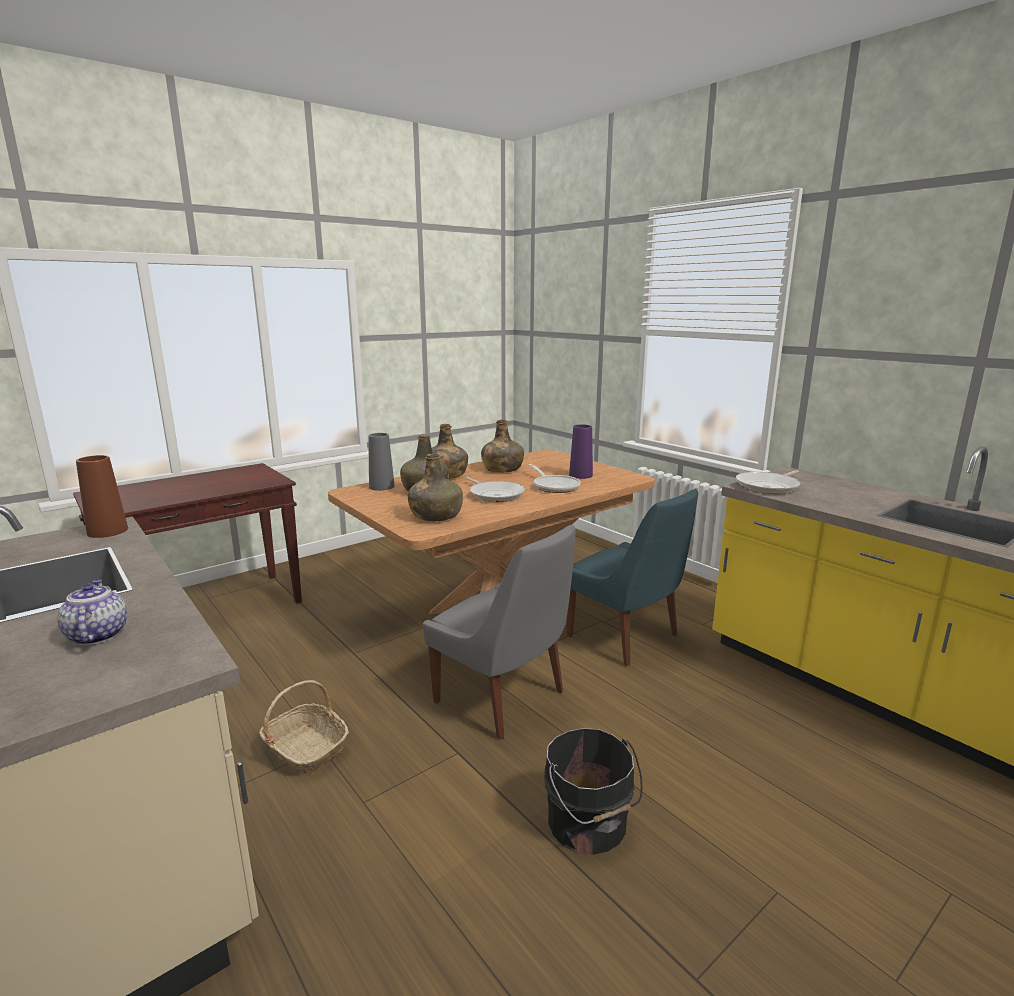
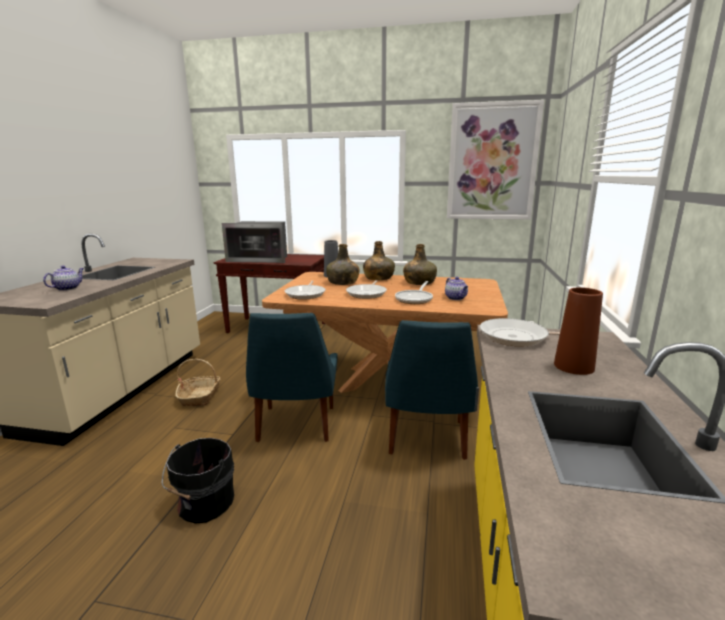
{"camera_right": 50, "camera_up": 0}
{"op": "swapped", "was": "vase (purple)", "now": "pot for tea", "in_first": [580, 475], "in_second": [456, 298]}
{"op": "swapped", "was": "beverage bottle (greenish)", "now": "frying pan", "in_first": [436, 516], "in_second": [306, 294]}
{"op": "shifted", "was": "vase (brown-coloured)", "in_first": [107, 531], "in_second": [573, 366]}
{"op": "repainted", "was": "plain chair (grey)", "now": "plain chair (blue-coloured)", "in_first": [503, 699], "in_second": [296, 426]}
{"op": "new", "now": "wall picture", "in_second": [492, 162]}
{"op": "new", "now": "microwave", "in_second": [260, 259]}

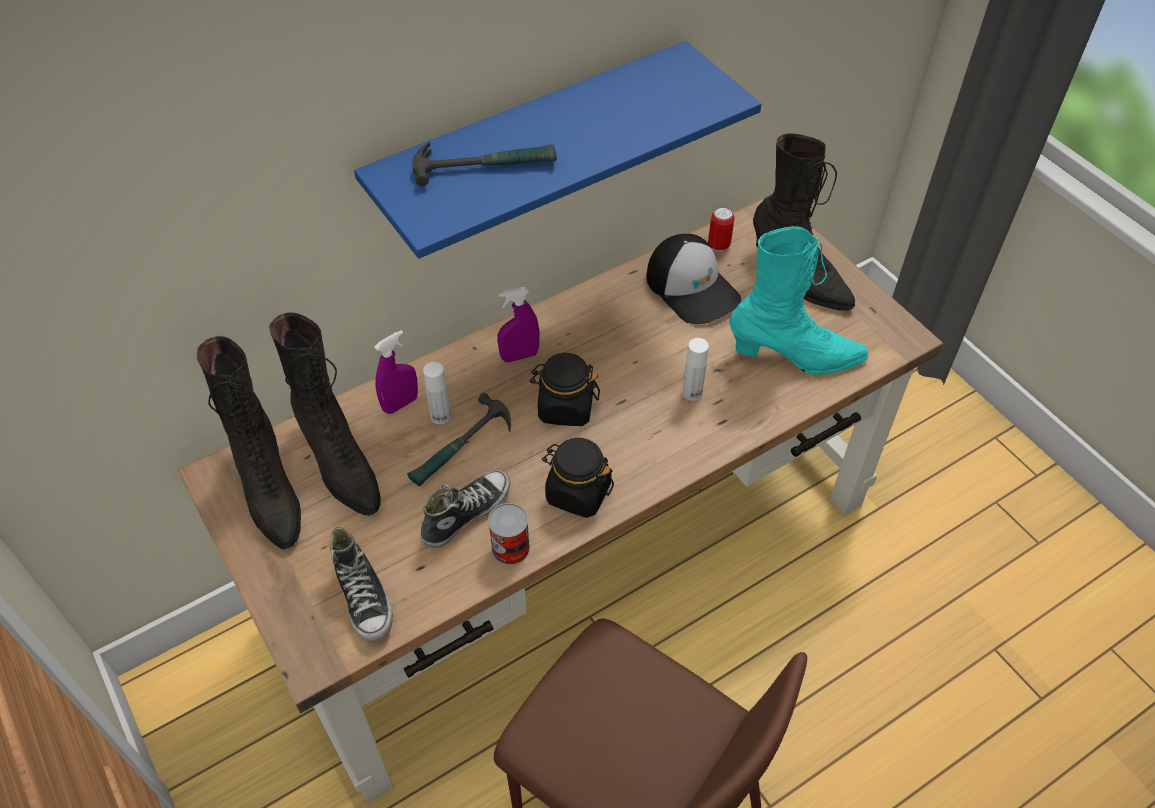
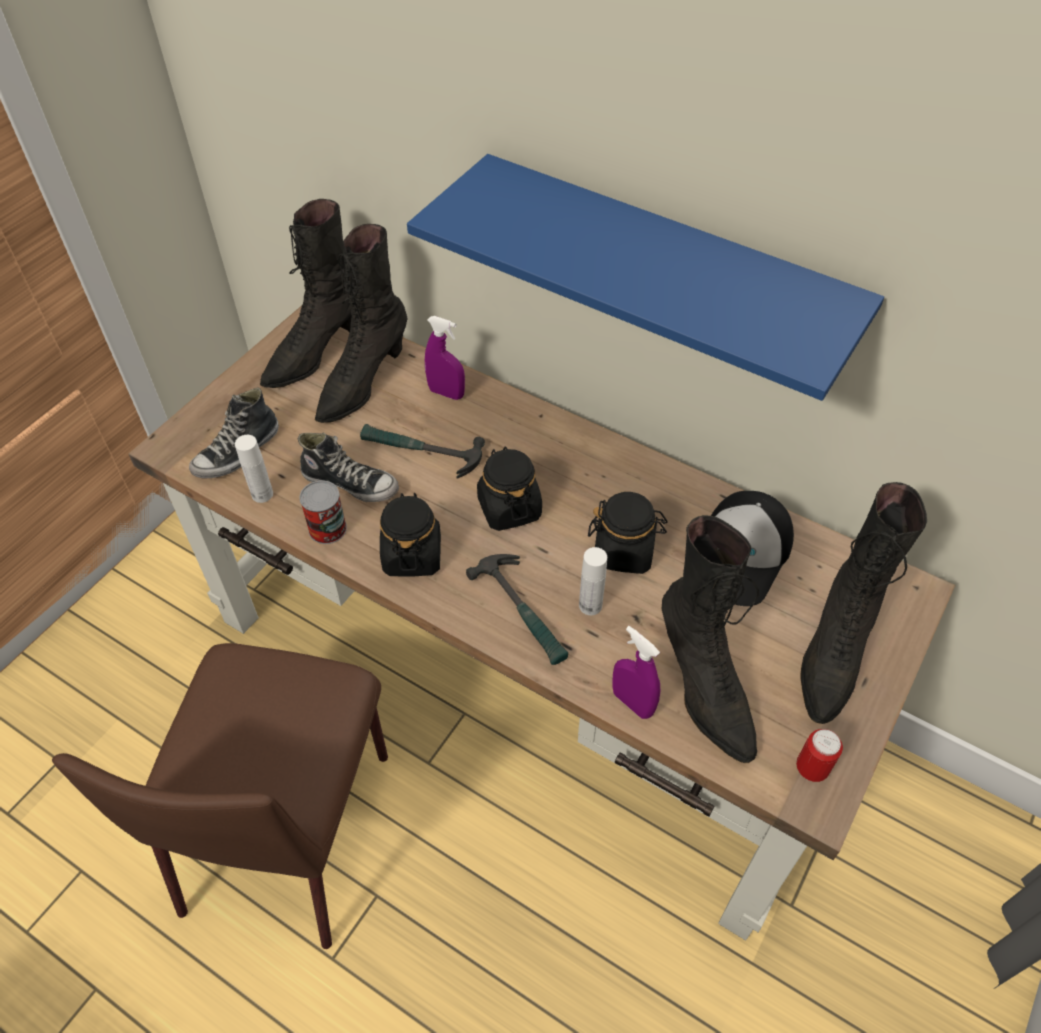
{"camera_right": 65, "camera_up": 0}
{"op": "shifted", "was": "tool hammer", "in_first": [484, 165], "in_second": [524, 611]}
{"op": "shifted", "was": "sealed can", "in_first": [718, 245], "in_second": [811, 769]}
{"op": "repainted", "was": "boot (turquoise)", "now": "boot (black-coloured)", "in_first": [795, 357], "in_second": [703, 687]}
{"op": "shifted", "was": "sprayer (purple)", "in_first": [519, 356], "in_second": [632, 703]}
{"op": "shifted", "was": "beverage bottle (white)", "in_first": [440, 416], "in_second": [262, 494]}
{"op": "new", "now": "jar (black-coloured)", "in_second": [624, 551]}

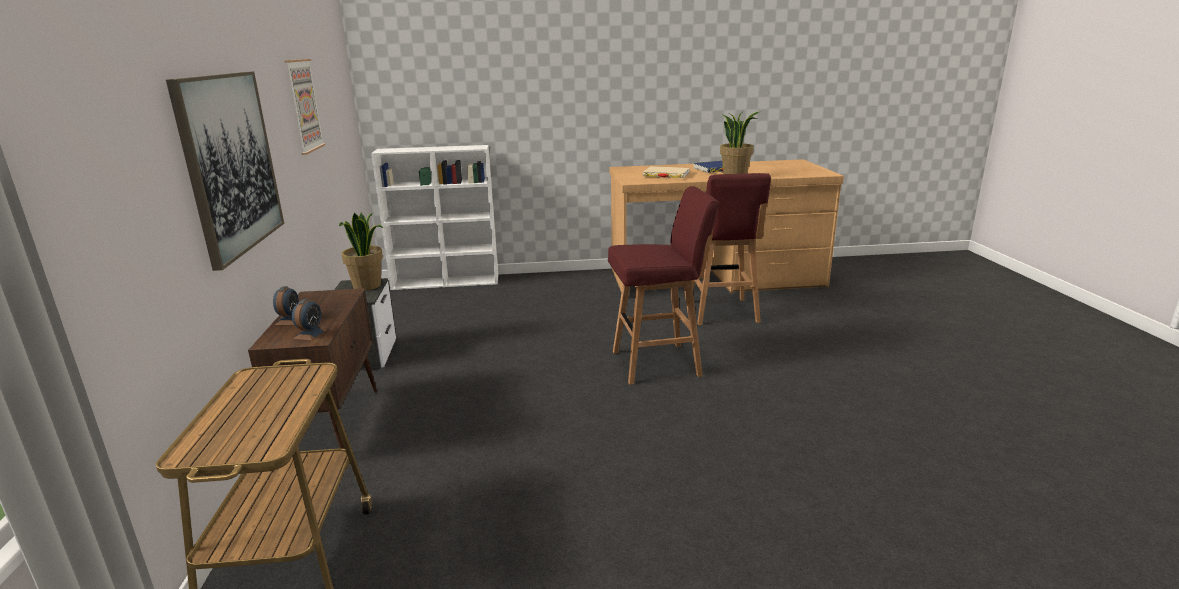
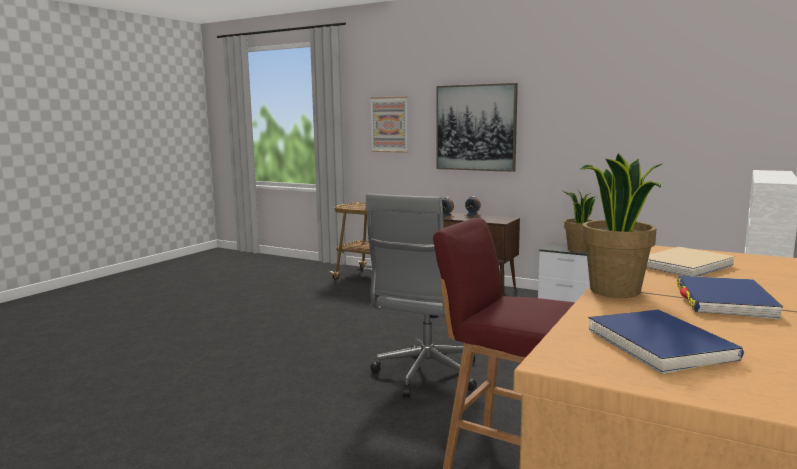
{"camera_right": 125, "camera_up": -10}
{"op": "shifted", "was": "wall picture", "in_first": [304, 105], "in_second": [389, 124]}
{"op": "swapped", "was": "stool (red-coloured)", "now": "desk chair (grey)", "in_first": [658, 363], "in_second": [424, 376]}
{"op": "new", "now": "book (blue-coloured)", "in_second": [659, 345]}

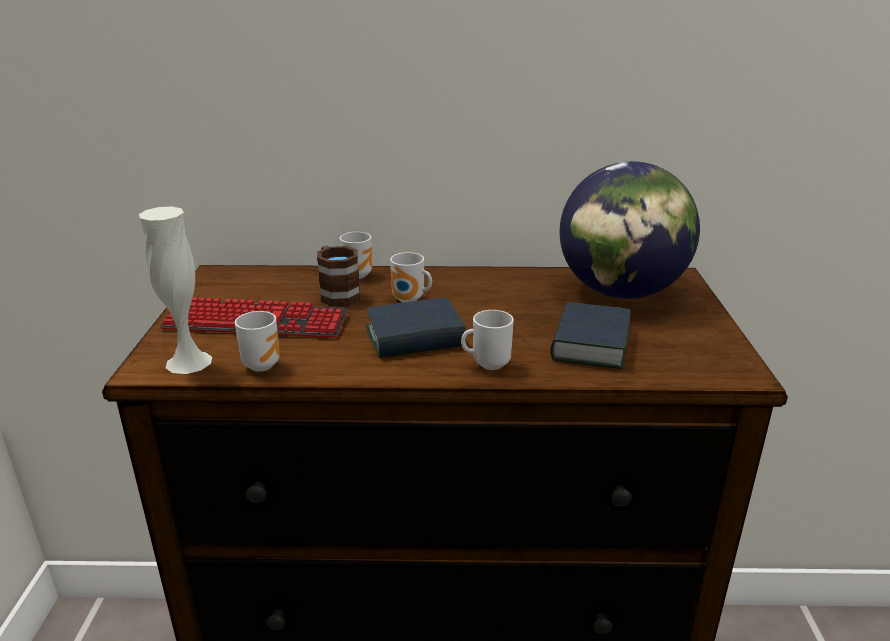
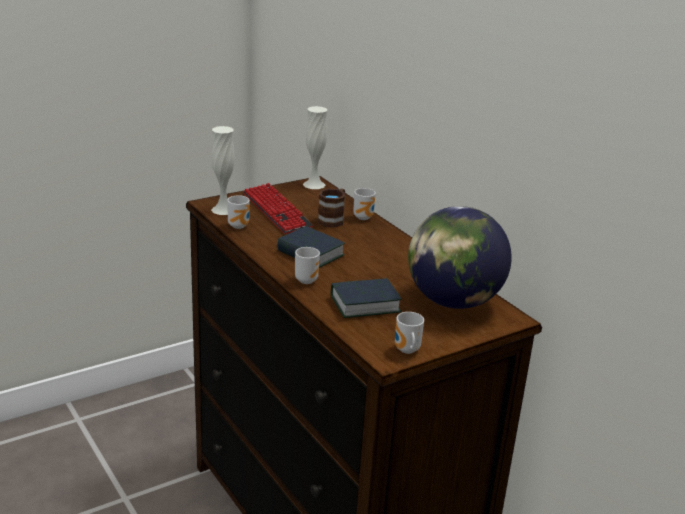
{"camera_right": 55, "camera_up": 0}
{"op": "shifted", "was": "coffee mug", "in_first": [409, 300], "in_second": [406, 351]}
{"op": "new", "now": "vase (white)", "in_second": [314, 184]}

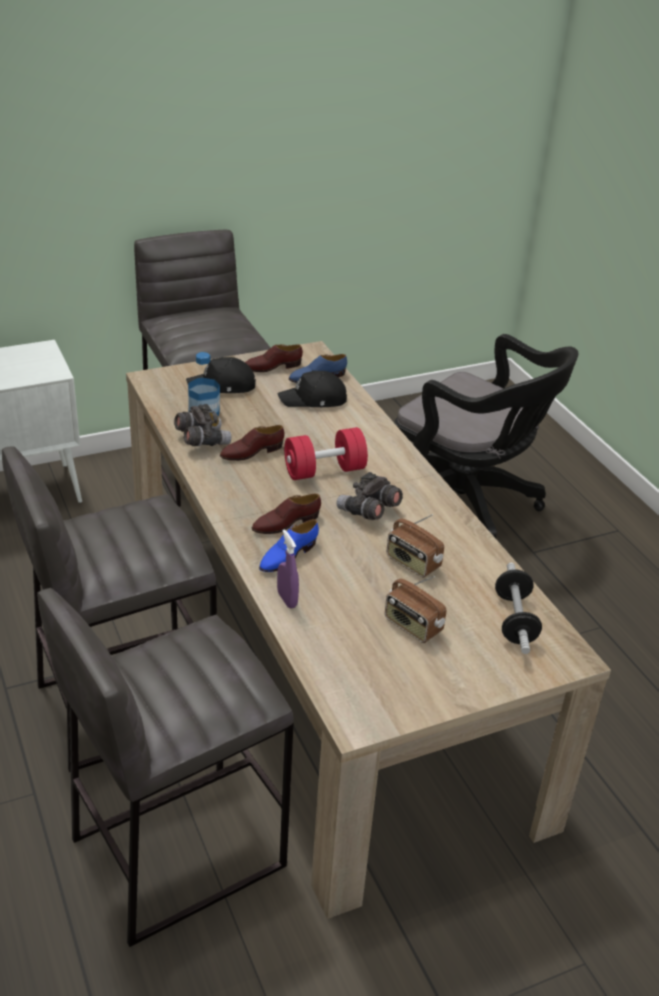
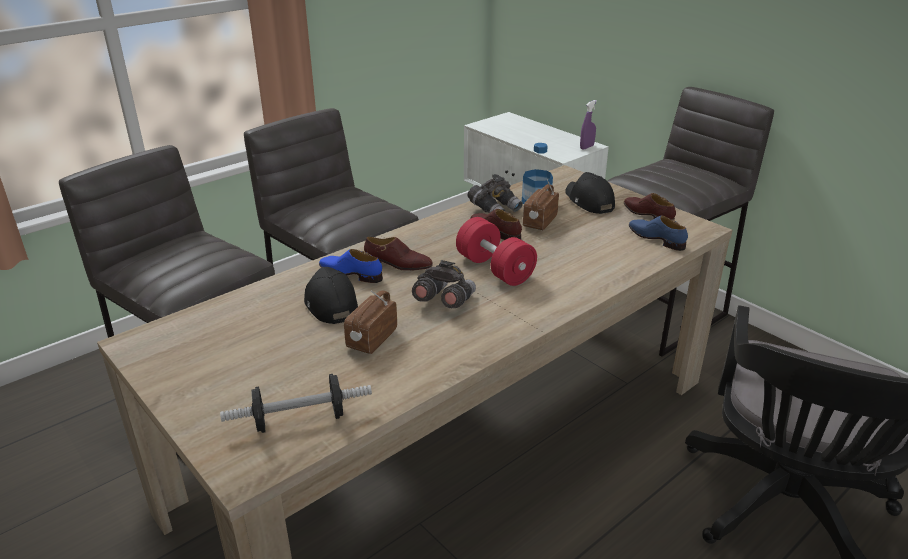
{"camera_right": 75, "camera_up": -5}
{"op": "shifted", "was": "cap (black-coloured)", "in_first": [314, 399], "in_second": [329, 303]}
{"op": "rotated", "was": "shoe (brown-coloured)", "in_first": [285, 523], "in_second": [398, 265], "clockwise": 150}
{"op": "shifted", "was": "sprayer (purple)", "in_first": [287, 599], "in_second": [586, 147]}
{"op": "shifted", "was": "radio set", "in_first": [412, 626], "in_second": [539, 222]}

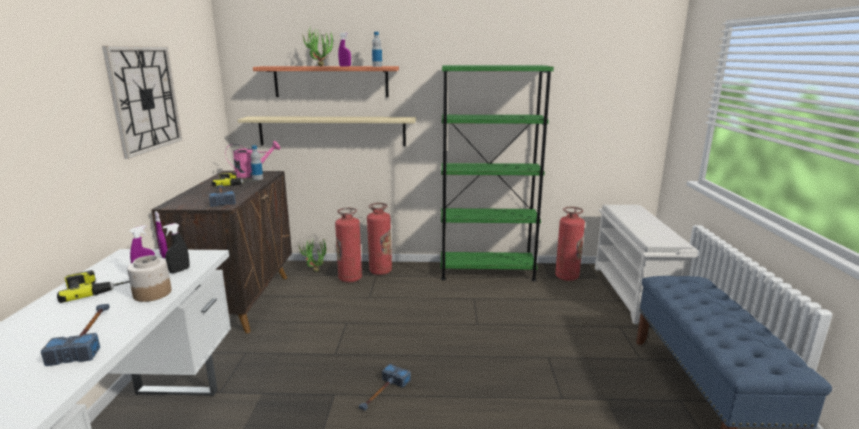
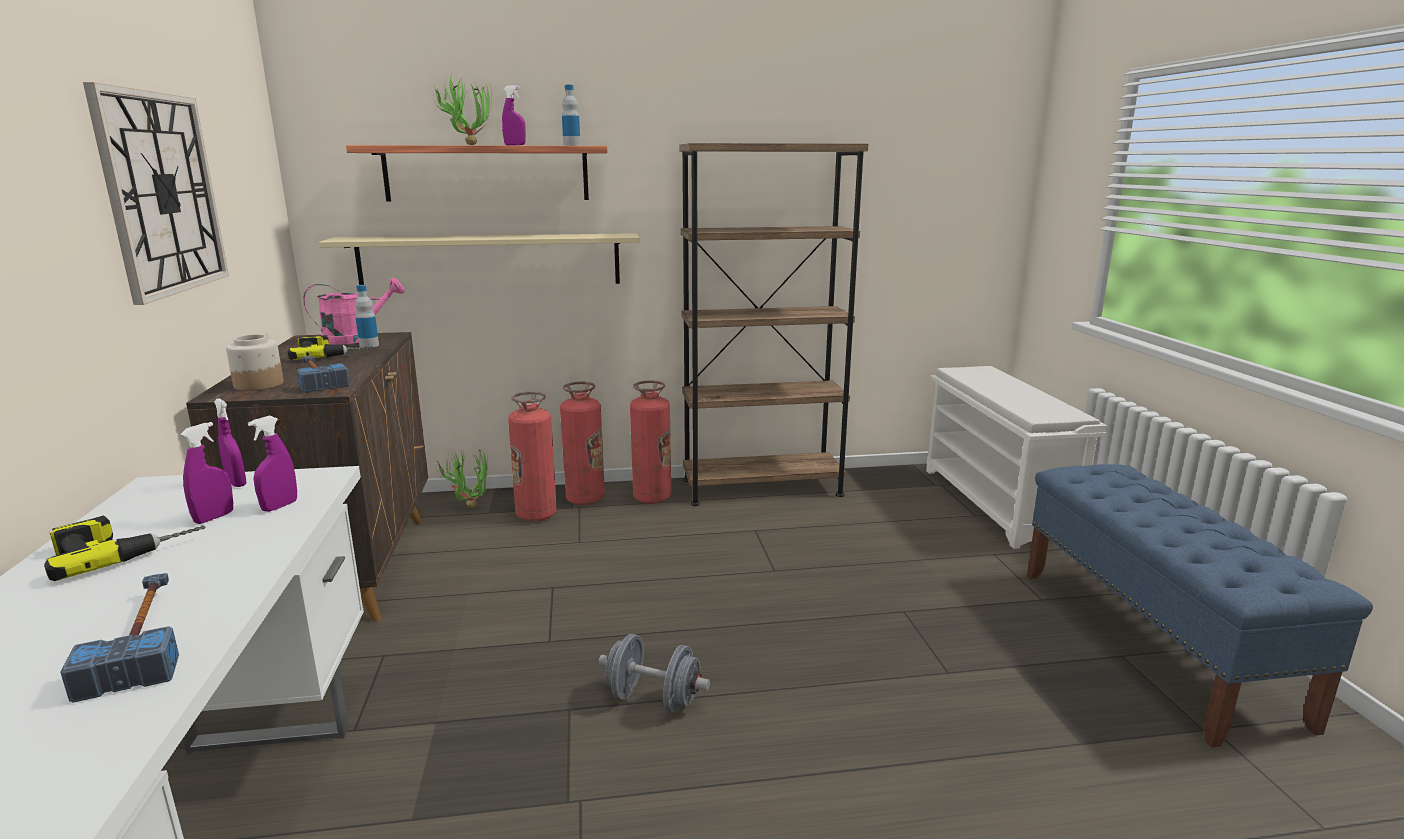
{"camera_right": -10, "camera_up": 0}
{"op": "repainted", "was": "bookcase (greenish)", "now": "bookcase (brown-coloured)", "in_first": [487, 271], "in_second": [761, 487]}
{"op": "shifted", "was": "fire-fighting cylinder", "in_first": [567, 277], "in_second": [652, 497]}
{"op": "repainted", "was": "sprayer (black-coloured)", "now": "sprayer (purple)", "in_first": [179, 270], "in_second": [280, 506]}
{"op": "shifted", "was": "jar", "in_first": [152, 294], "in_second": [258, 385]}
{"op": "swapped", "was": "tool hammer", "now": "dumbbell (grey)", "in_first": [382, 393], "in_second": [653, 698]}

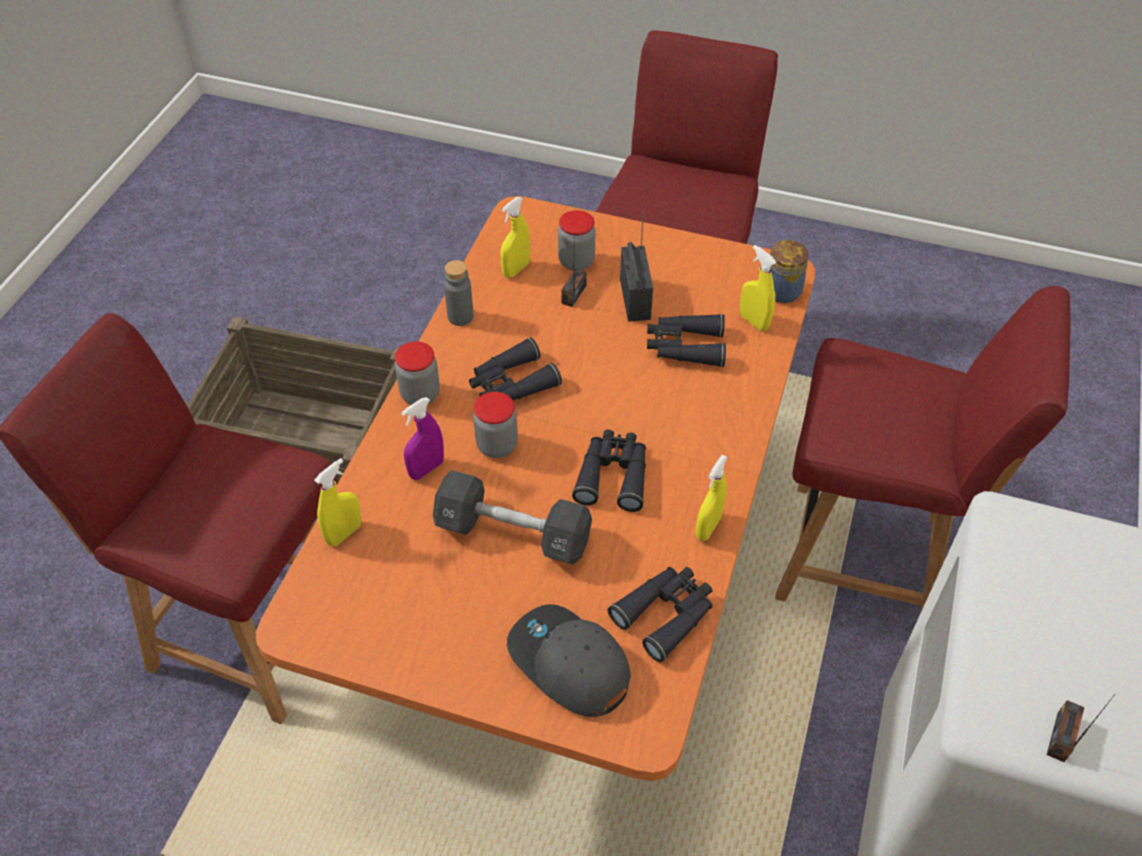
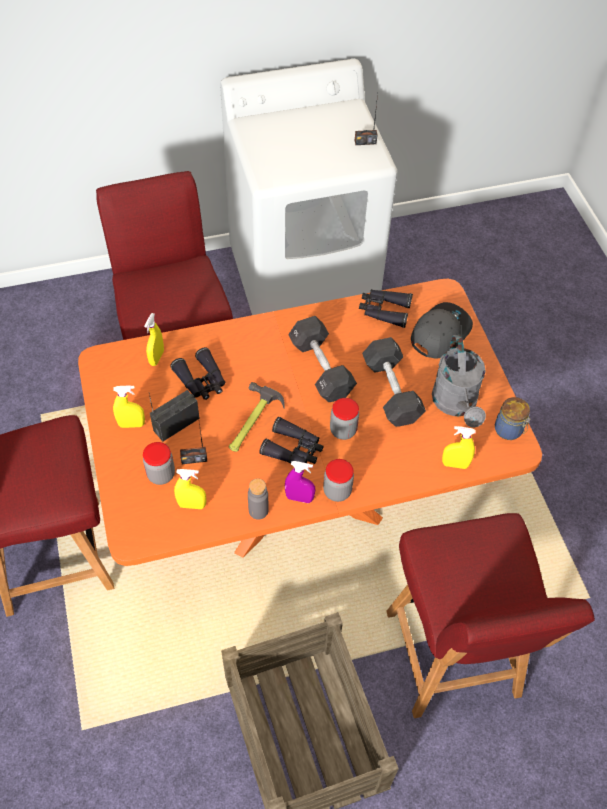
{"camera_right": -125, "camera_up": 5}
{"op": "shifted", "was": "jar", "in_first": [780, 292], "in_second": [509, 430]}
{"op": "shifted", "was": "sprayer (purple)", "in_first": [426, 469], "in_second": [299, 498]}
{"op": "swapped", "was": "pair of binoculars (black-coloured)", "now": "dumbbell (black-coloured)", "in_first": [613, 475], "in_second": [321, 368]}
{"op": "shifted", "was": "sprayer (yellow)", "in_first": [708, 527], "in_second": [131, 424]}
{"op": "rotated", "was": "cap (grey)", "in_first": [568, 664], "in_second": [439, 333], "clockwise": -150}
{"op": "new", "now": "watering can (grey)", "in_second": [456, 405]}
{"op": "new", "now": "tool hammer", "in_second": [252, 421]}

